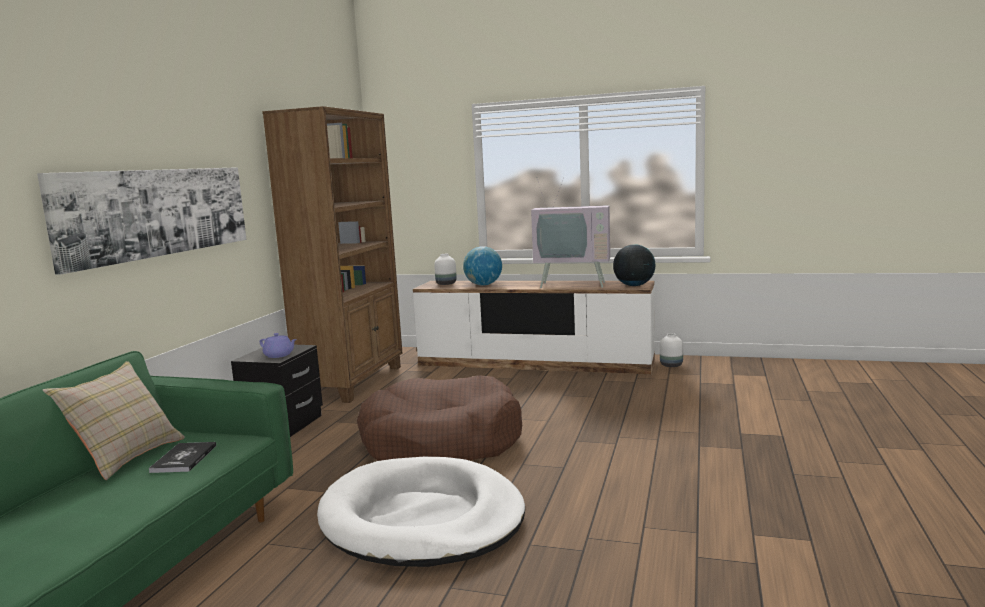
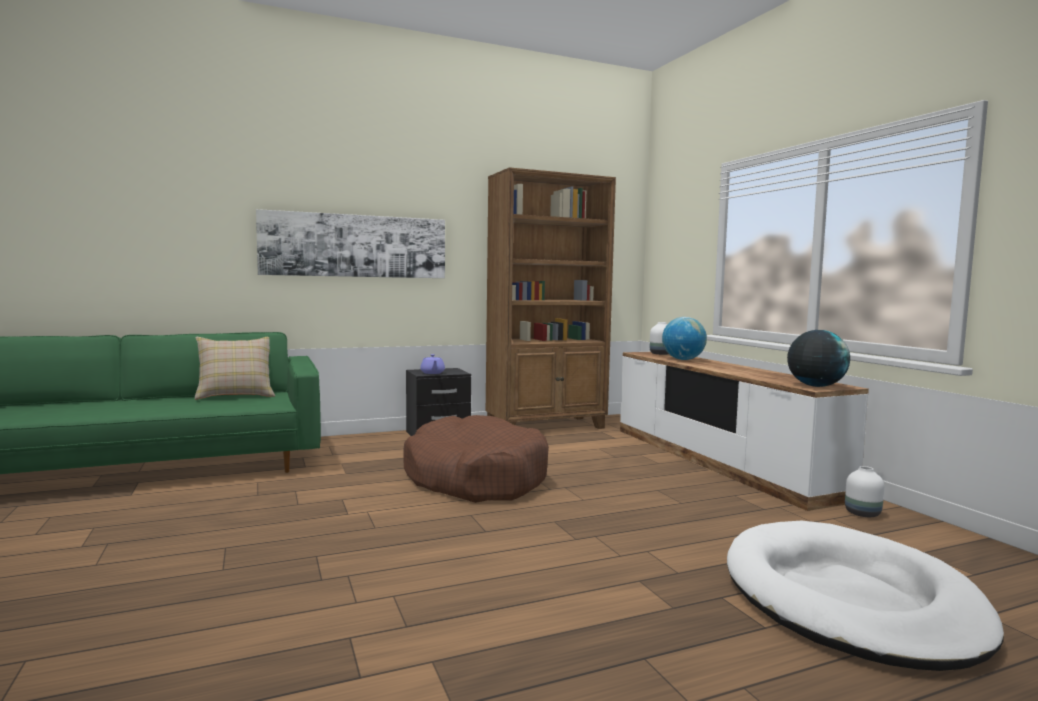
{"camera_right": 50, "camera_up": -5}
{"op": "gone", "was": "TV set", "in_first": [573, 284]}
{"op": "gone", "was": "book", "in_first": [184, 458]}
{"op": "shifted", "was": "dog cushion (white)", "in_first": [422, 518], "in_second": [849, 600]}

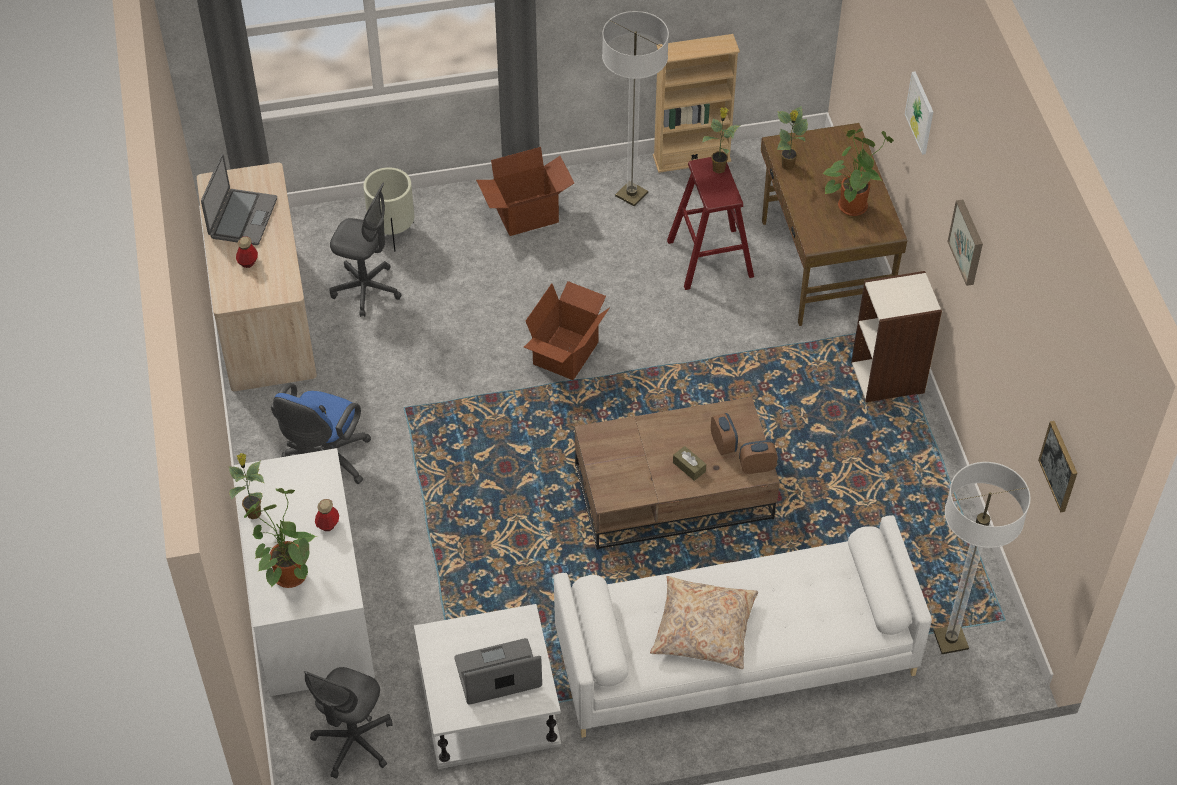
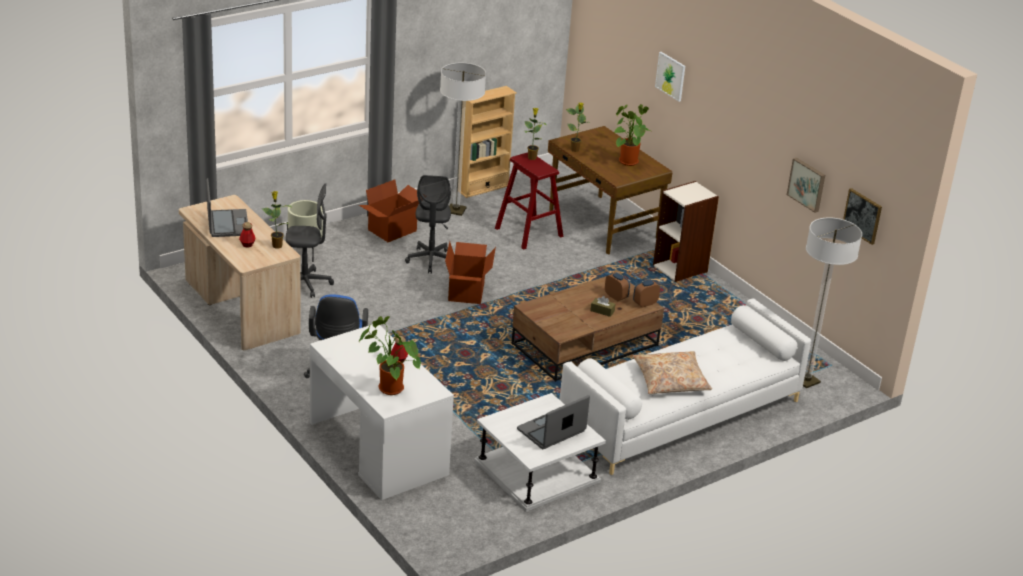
{"camera_right": -25, "camera_up": -20}
{"op": "shifted", "was": "wall picture", "in_first": [968, 242], "in_second": [807, 184]}
{"op": "shifted", "was": "houseplant", "in_first": [253, 512], "in_second": [276, 245]}
{"op": "shifted", "was": "desk chair (grey)", "in_first": [353, 742], "in_second": [431, 260]}

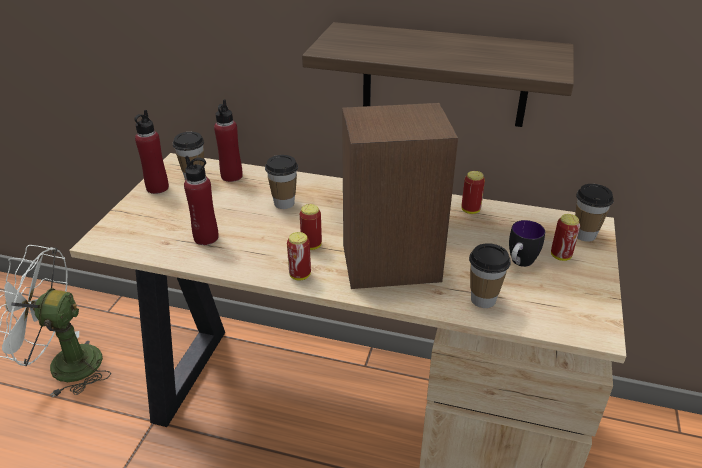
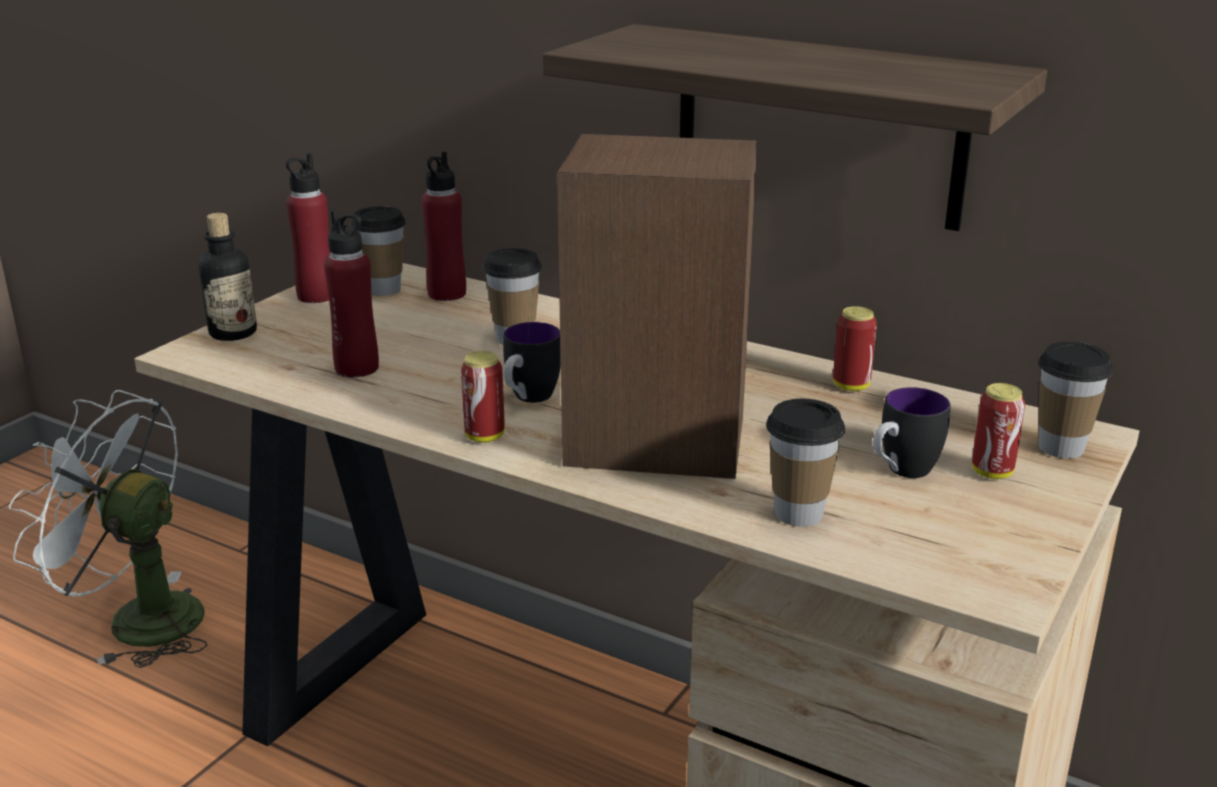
{"camera_right": 15, "camera_up": -10}
{"op": "swapped", "was": "sealed can", "now": "coffee mug", "in_first": [311, 245], "in_second": [528, 399]}
{"op": "new", "now": "beverage bottle", "in_second": [233, 333]}

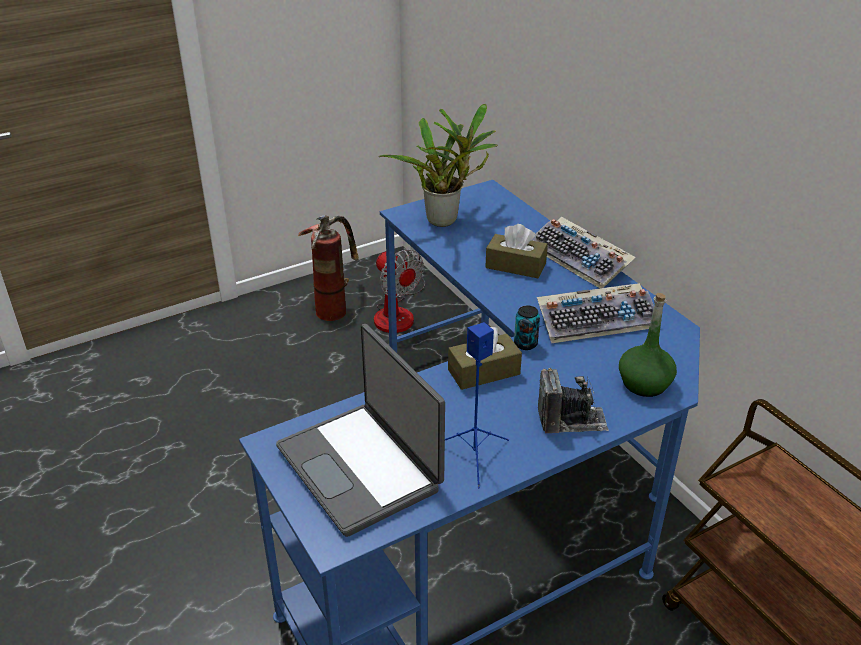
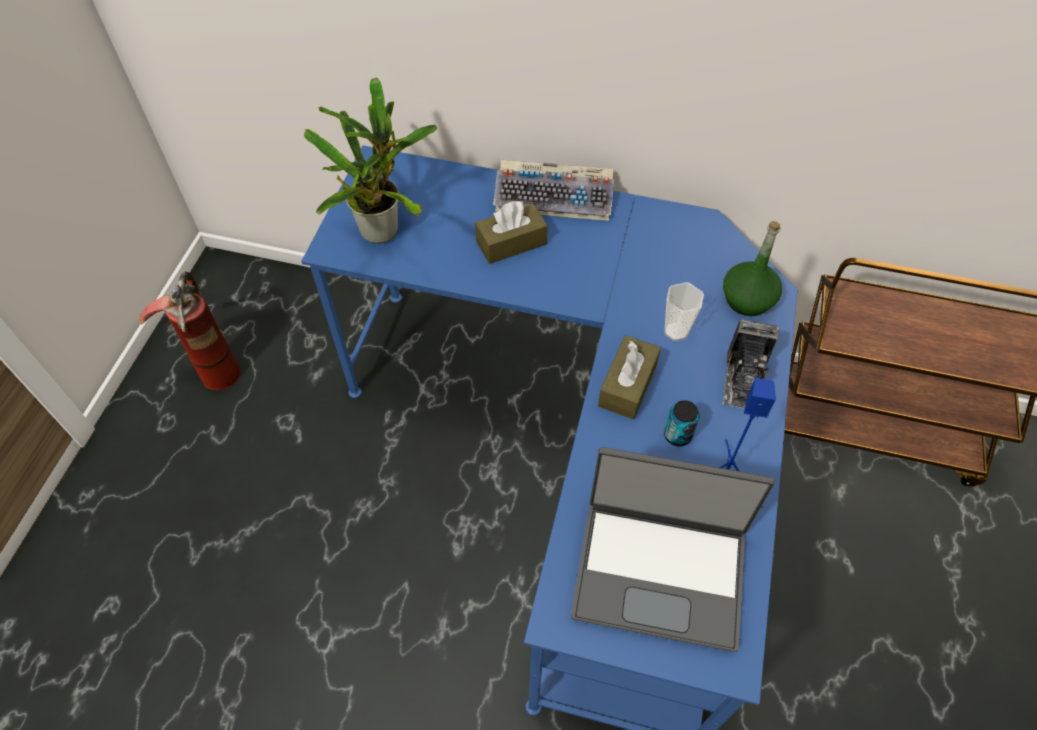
{"camera_right": -45, "camera_up": 20}
{"op": "gone", "was": "fan", "in_first": [398, 312]}
{"op": "gone", "was": "keyboard", "in_first": [597, 320]}
{"op": "shifted", "was": "sealed can", "in_first": [525, 344], "in_second": [677, 435]}
{"op": "rotated", "was": "photo camera", "in_first": [571, 420], "in_second": [743, 380], "clockwise": 150}
{"op": "new", "now": "cup", "in_second": [676, 331]}

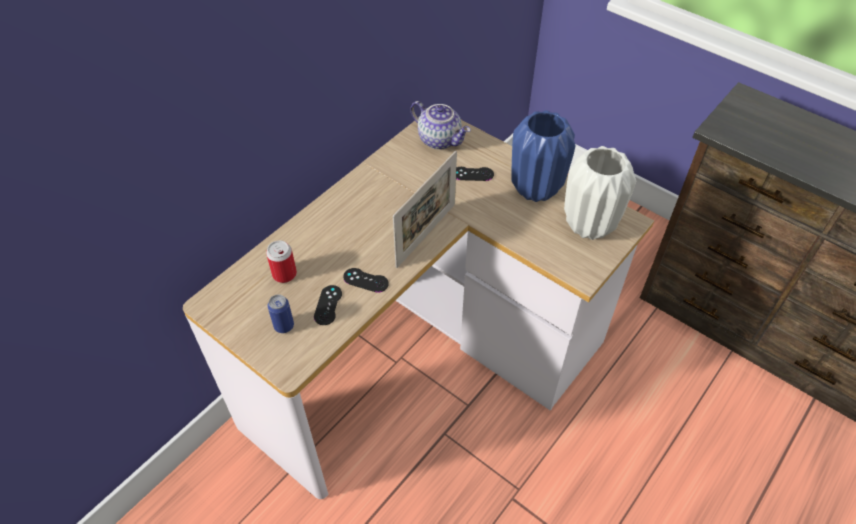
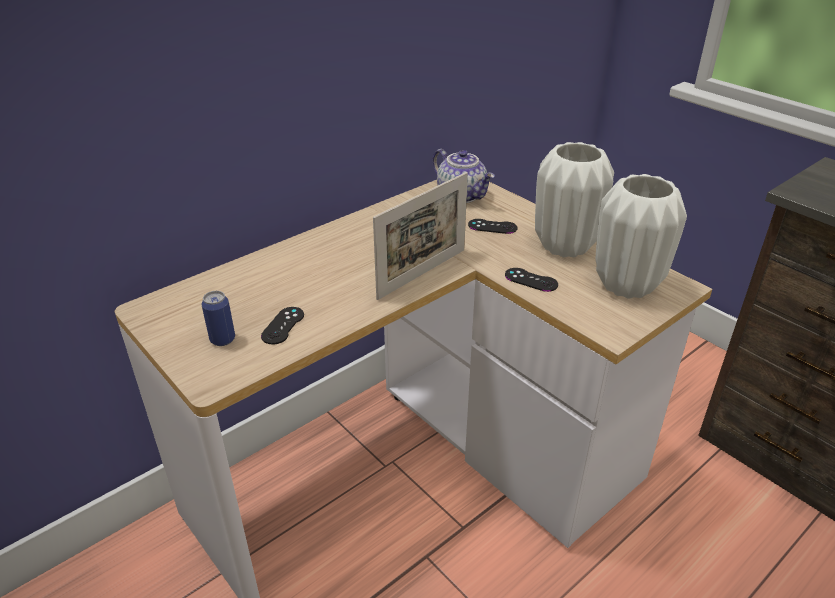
{"camera_right": 10, "camera_up": -15}
{"op": "repainted", "was": "vase (blue-coloured)", "now": "vase (white)", "in_first": [535, 189], "in_second": [564, 246]}
{"op": "gone", "was": "sealed can", "in_first": [284, 274]}
{"op": "shifted", "was": "gamepad (black-coloured)", "in_first": [365, 280], "in_second": [531, 280]}

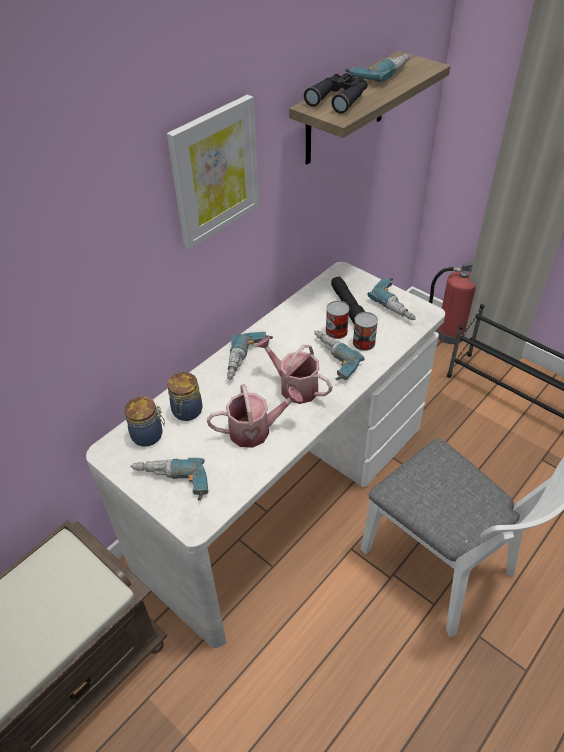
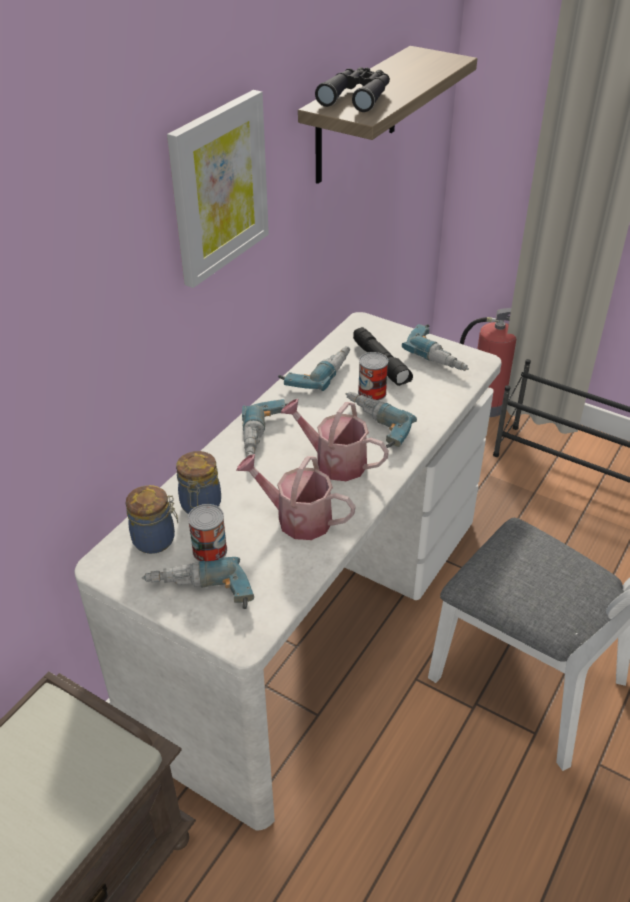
{"camera_right": -10, "camera_up": -5}
{"op": "shifted", "was": "power drill", "in_first": [378, 73], "in_second": [316, 372]}
{"op": "shifted", "was": "sealed can", "in_first": [364, 343], "in_second": [209, 550]}
{"op": "rotated", "was": "watering can", "in_first": [255, 430], "in_second": [297, 518], "clockwise": -135}

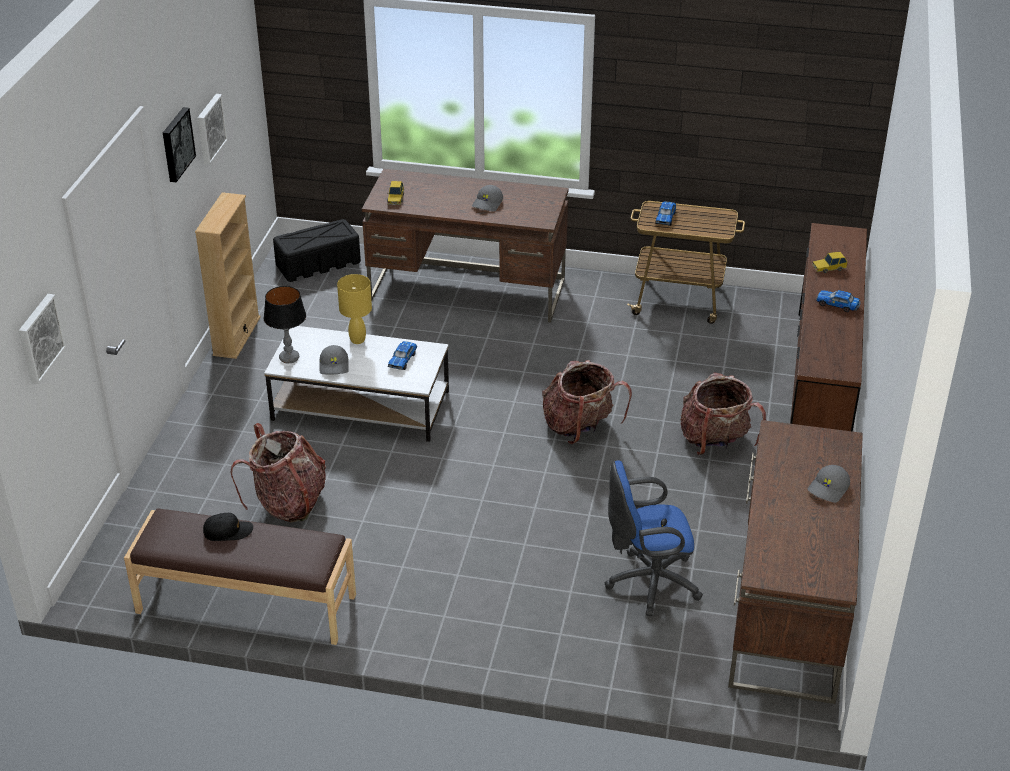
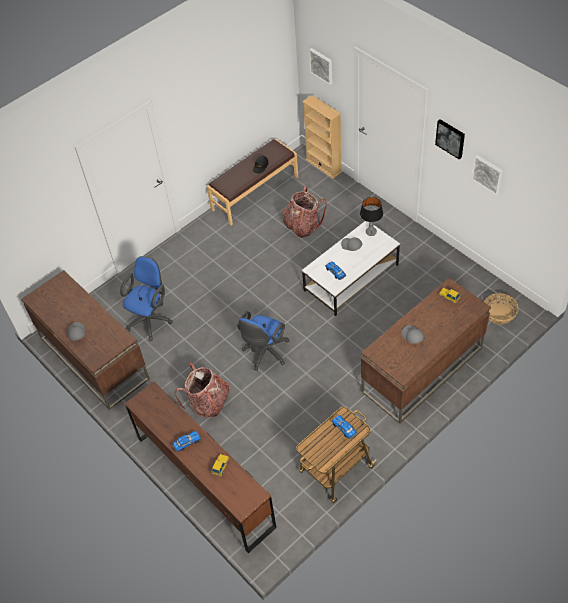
{"camera_right": 130, "camera_up": 15}
{"op": "shifted", "was": "bookcase (beige-coloured)", "in_first": [236, 336], "in_second": [323, 166]}
{"op": "swapped", "was": "storage box (black-coloured)", "now": "household basket", "in_first": [317, 264], "in_second": [499, 314]}
{"op": "gone", "was": "table lamp (yellow)", "in_first": [357, 340]}
{"op": "swapped", "was": "knapsack", "now": "desk chair (blue-coloured)", "in_first": [580, 427], "in_second": [265, 353]}

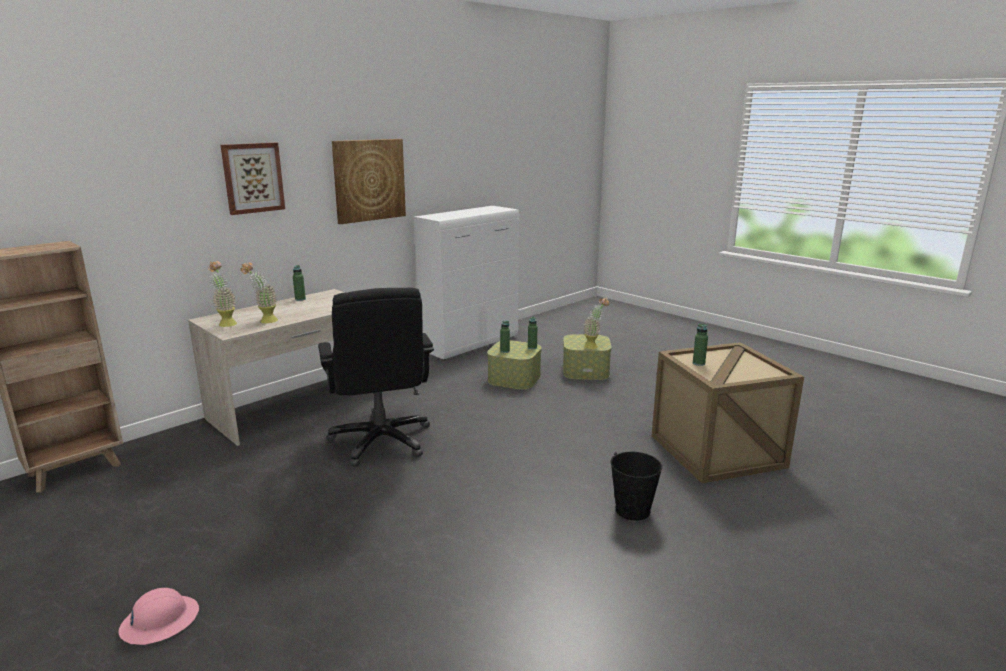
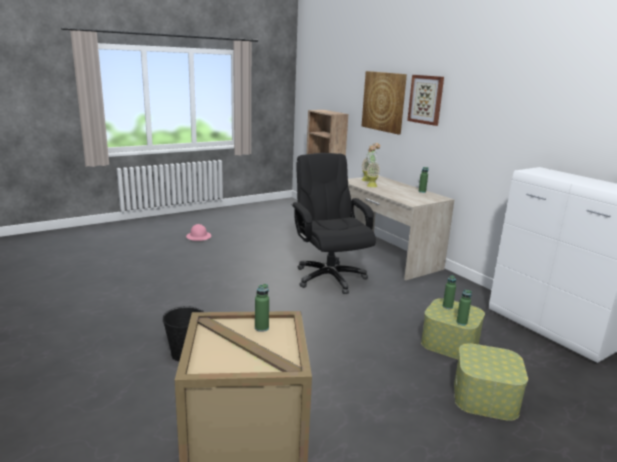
{"camera_right": 100, "camera_up": 0}
{"op": "shifted", "was": "wall picture", "in_first": [369, 180], "in_second": [384, 101]}
{"op": "rotated", "was": "desk chair (black-coloured)", "in_first": [381, 441], "in_second": [329, 277], "clockwise": 75}
{"op": "gone", "was": "houseplant", "in_first": [594, 346]}

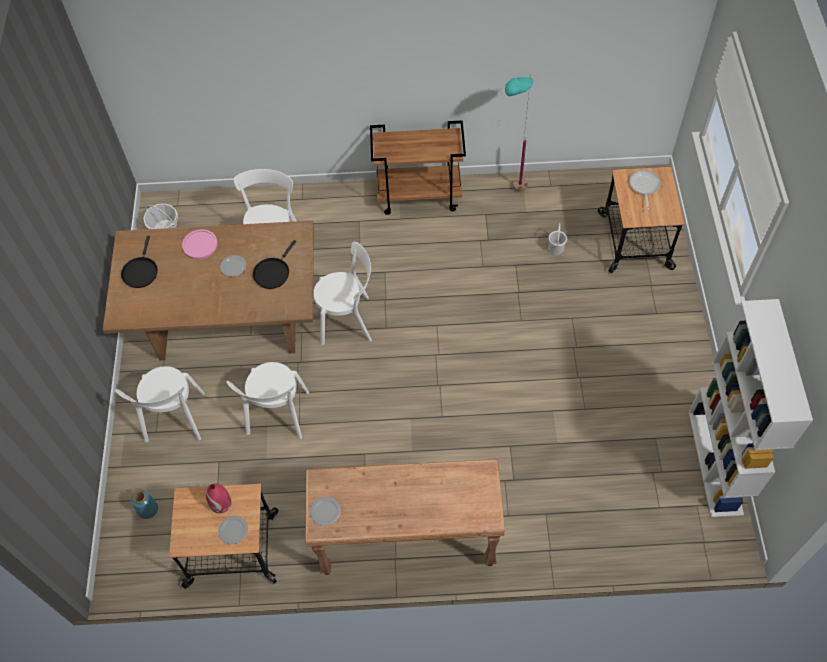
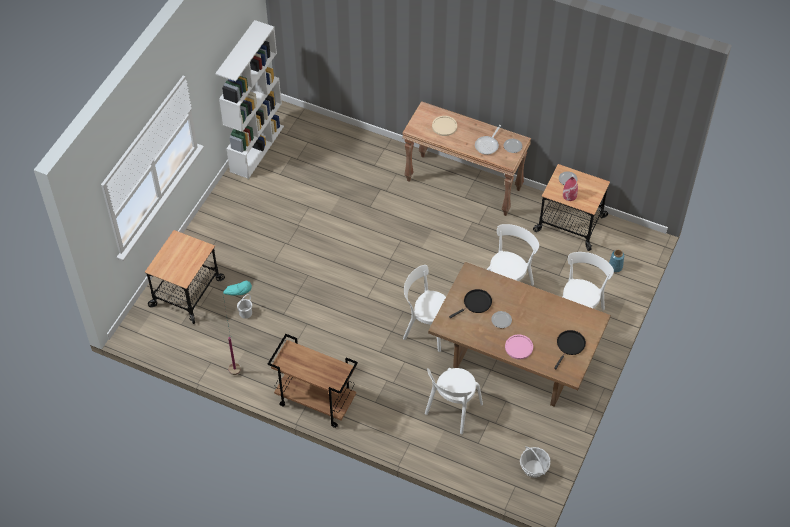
{"camera_right": -155, "camera_up": -5}
{"op": "shifted", "was": "frying pan", "in_first": [644, 187], "in_second": [488, 145]}
{"op": "new", "now": "plate (beige-coloured)", "in_second": [444, 126]}

